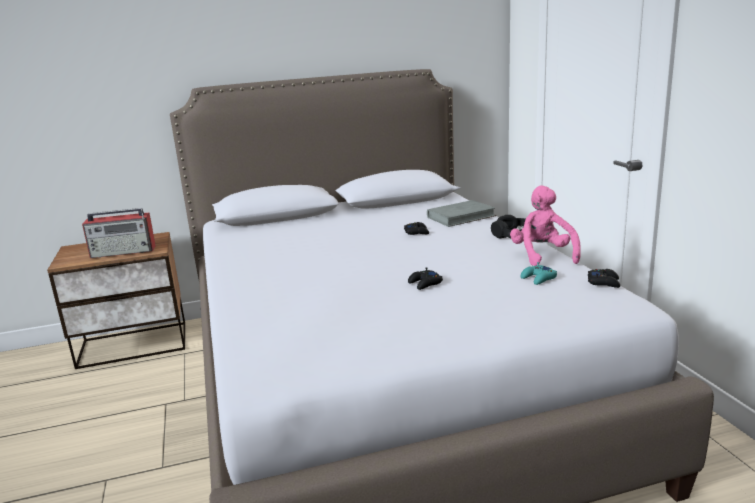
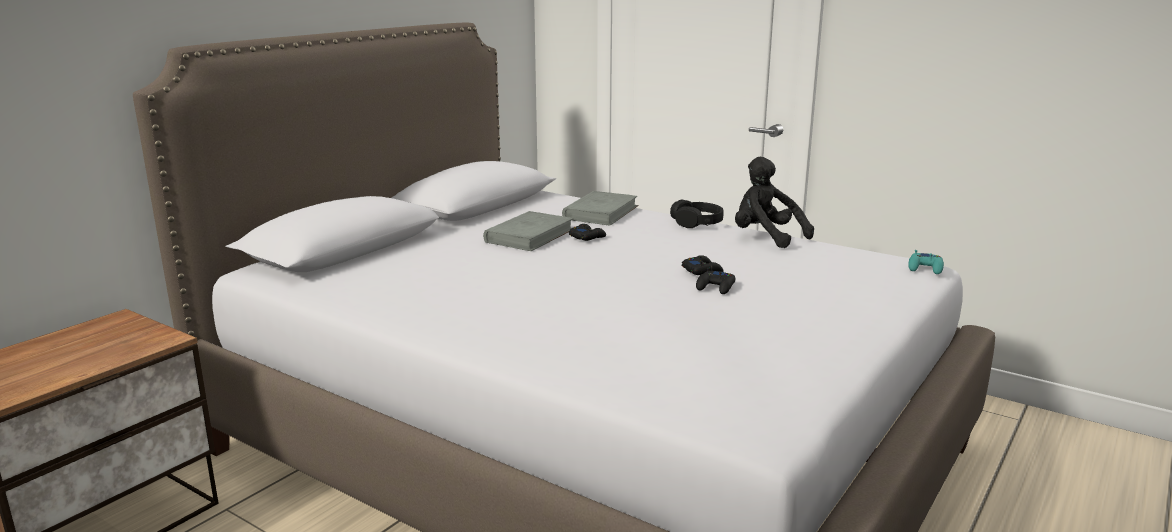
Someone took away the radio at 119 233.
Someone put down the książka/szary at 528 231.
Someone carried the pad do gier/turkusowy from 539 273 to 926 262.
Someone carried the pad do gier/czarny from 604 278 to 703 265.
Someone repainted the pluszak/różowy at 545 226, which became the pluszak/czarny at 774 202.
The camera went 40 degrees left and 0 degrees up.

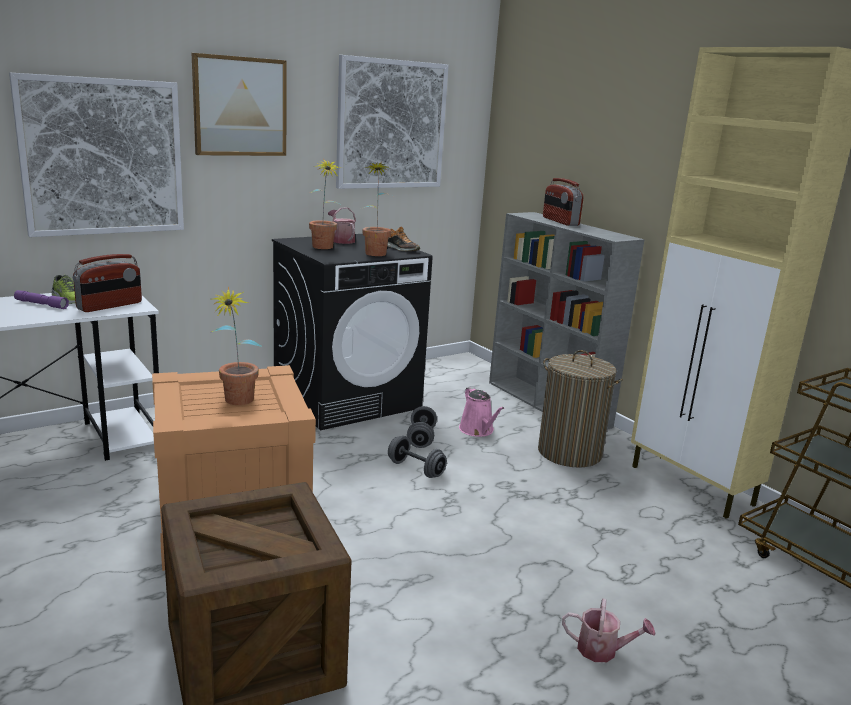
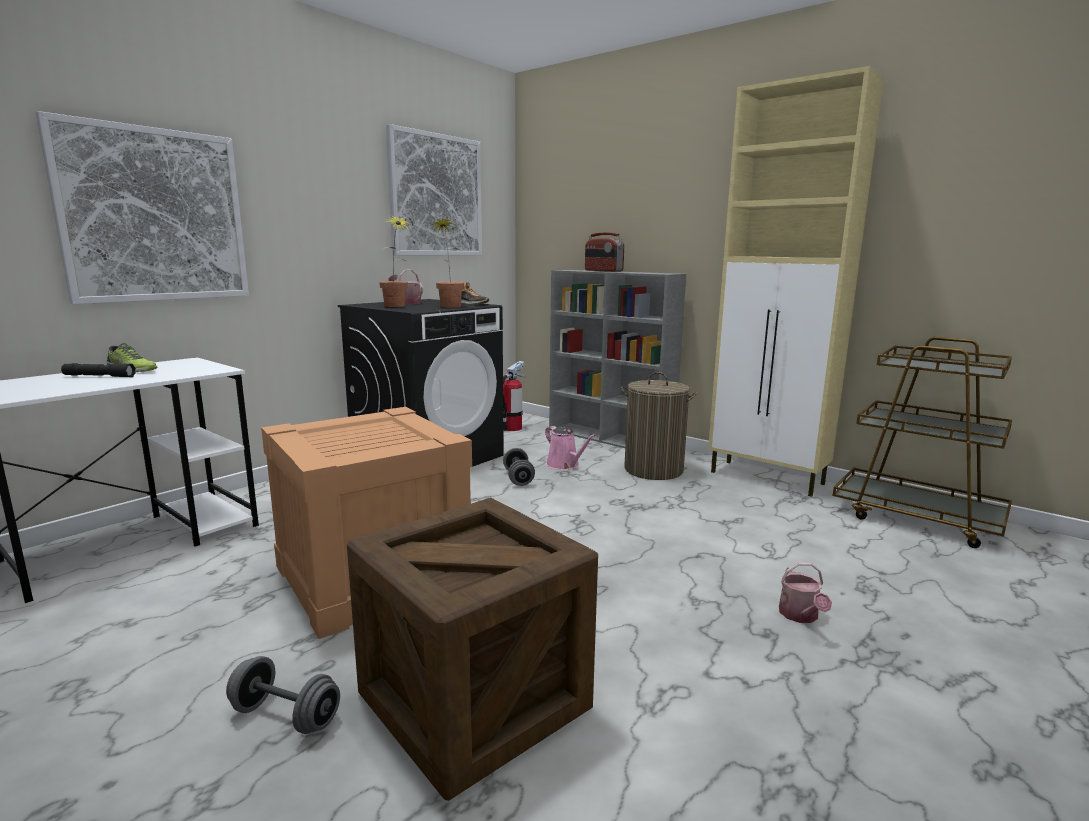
Someone took away the radio at 107 283.
Someone took away the obraz at 239 104.
Someone took away the roślina doniczkowa at 236 346.
Someone put down the gaśnica at 514 396.
Someone carried the hantel/szary from 417 457 to 283 695.
Someone repainted the latarka/fioletowy at 41 299, which became the latarka/czarny at 98 370.
Someone rotated the konewka at 609 630 by 90 degrees clockwise.
The camera went 15 degrees left and 5 degrees down.

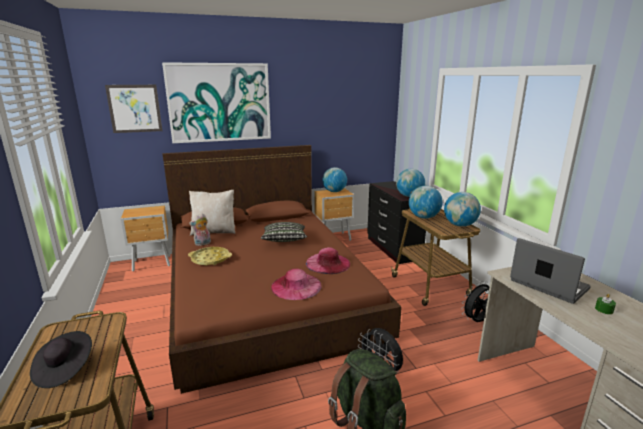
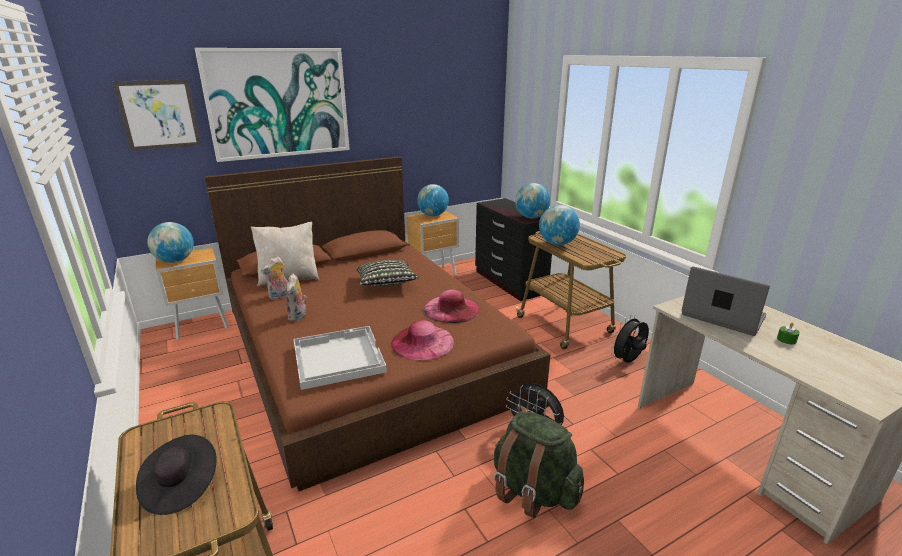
Someone put down the taca/biały at 340 358.
Someone carried the globus from 462 209 to 170 242.
Someone swapped the taca/żółty at 210 256 for the pluszak at 296 297.
The camera went 10 degrees left and 5 degrees up.

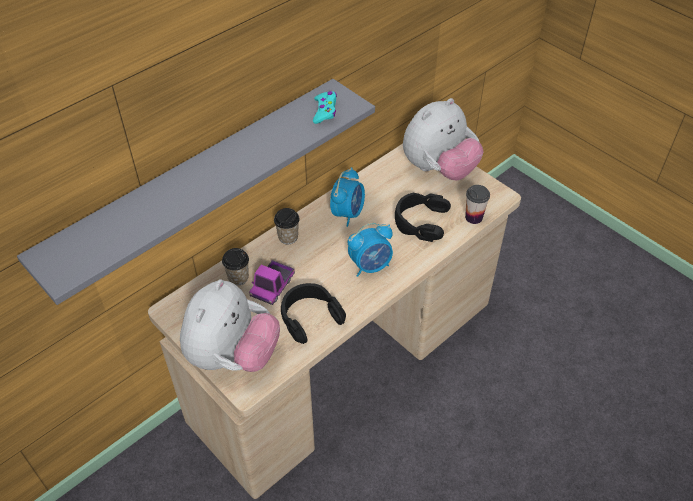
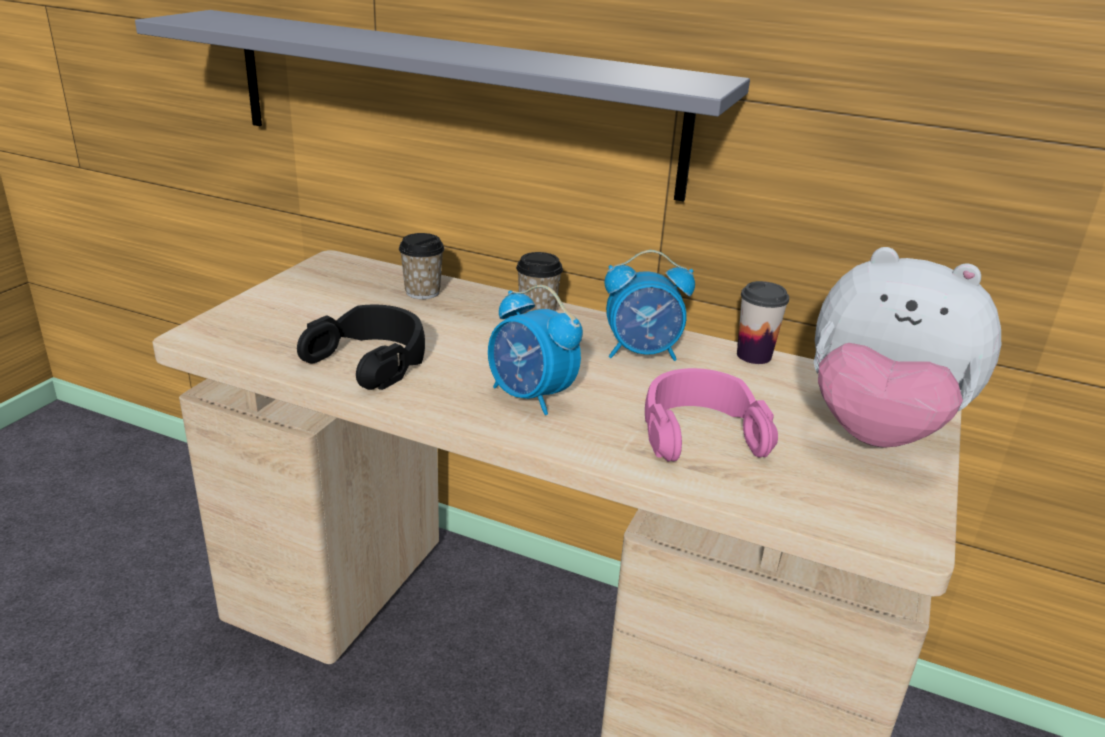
Someone took away the pluszak at 230 325.
Someone took away the ciężarówka zabawkowa at 272 282.
Someone took away the pad do gier/turkusowy at 325 107.
Someone carried the filiżanka from 477 204 to 763 322.
Someone repainted the słuchawki/czarny at 423 217, which became the słuchawki/różowy at 711 415.
The camera went 65 degrees right and 20 degrees down.

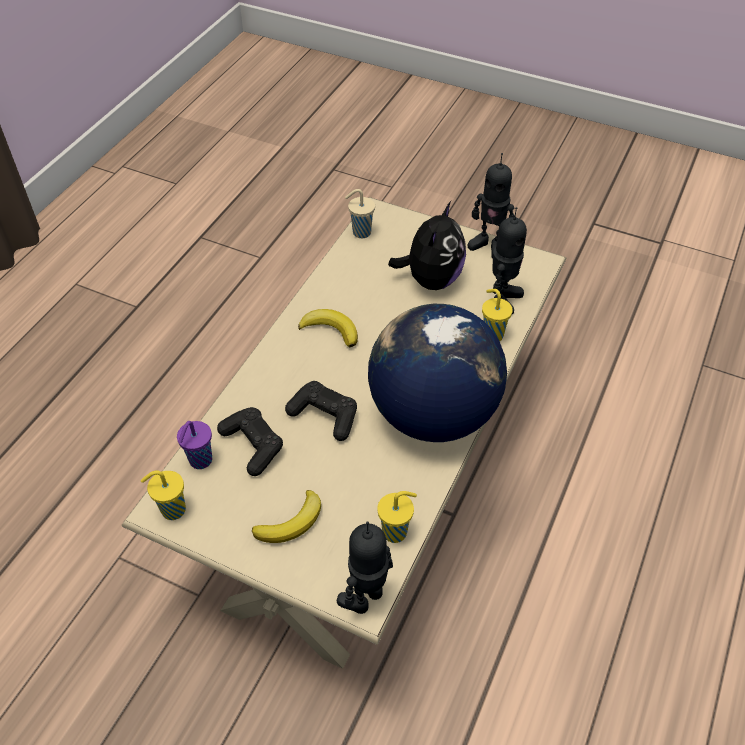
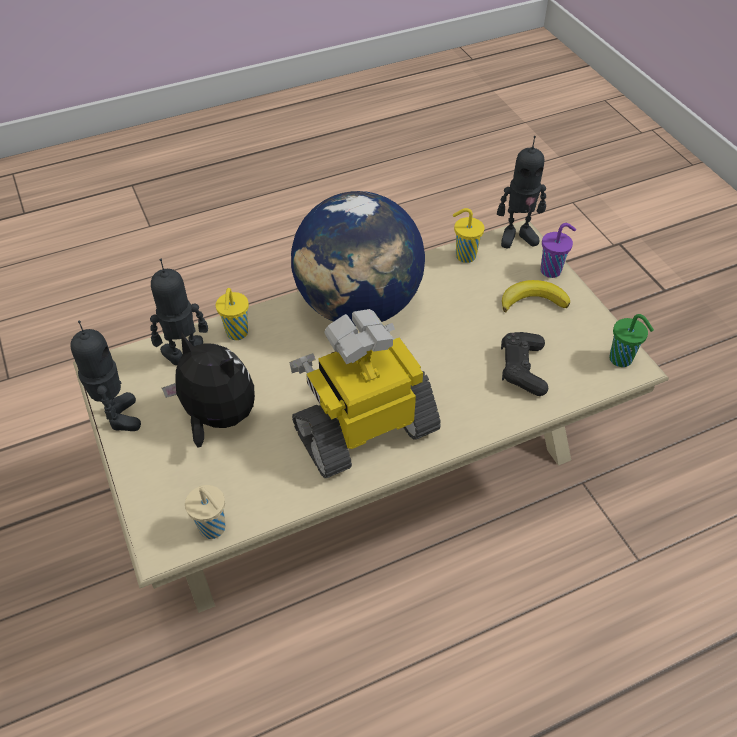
Someone took away the pad do gier/czarny at 321 411.
Someone carried the filiżanka/fioletowy from 194 445 to 558 250.
Someone swapped the banan at 328 328 for the robot zabawkowy at 365 393.
Someone repainted the filiżanka/żółty at 163 495, which became the filiżanka/zielony at 631 340.
Someone rotated the pluszak at 427 245 by 60 degrees clockwise.
The camera went 140 degrees left and 0 degrees up.

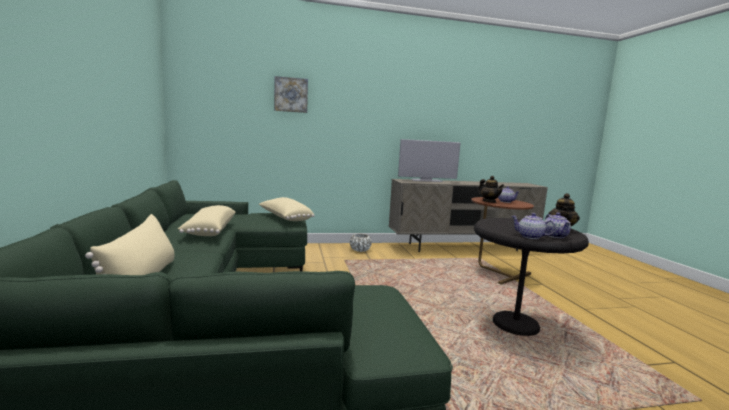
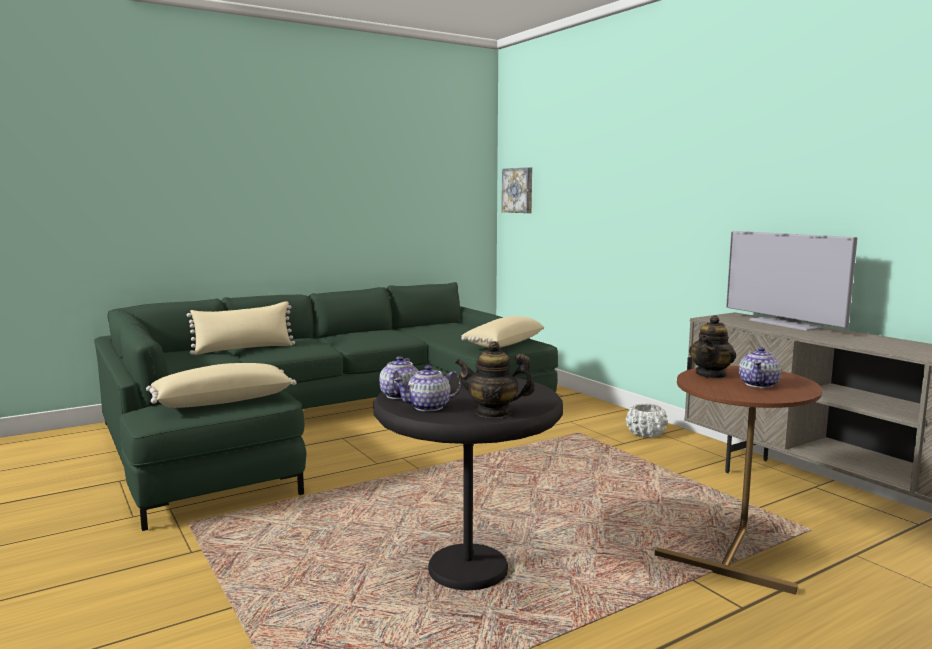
Someone carried the poduszka/beżowy from 206 220 to 221 385.
Someone carried the obraz from 291 94 to 517 190.
The camera went 70 degrees right and 0 degrees up.

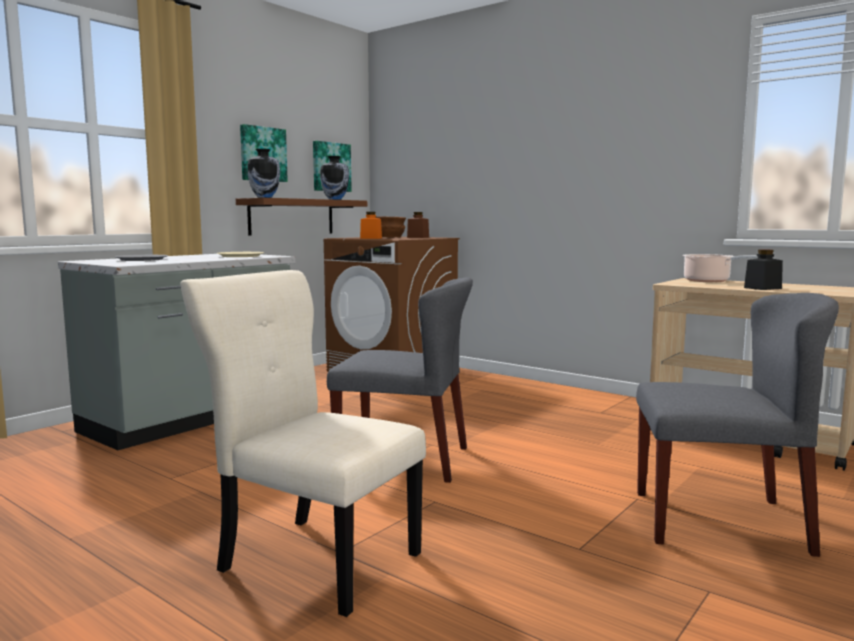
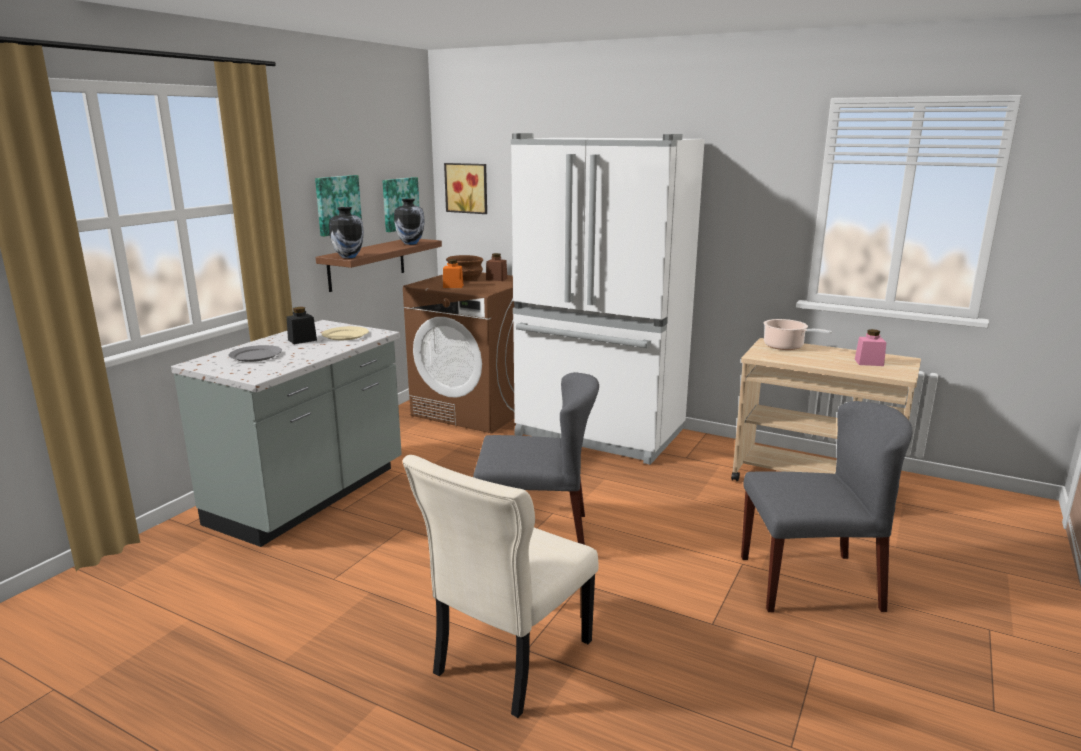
Someone put up the obraz at 465 188.
Someone put down the lodówka/biały at 608 299.
Someone put down the słoik/różowy at 870 347.
Someone carried the słoik/czarny from 763 269 to 302 325.
Someone rotated the krzesło/beżowy at 303 443 by 75 degrees counterclockwise.
The camera went 10 degrees left and 10 degrees up.

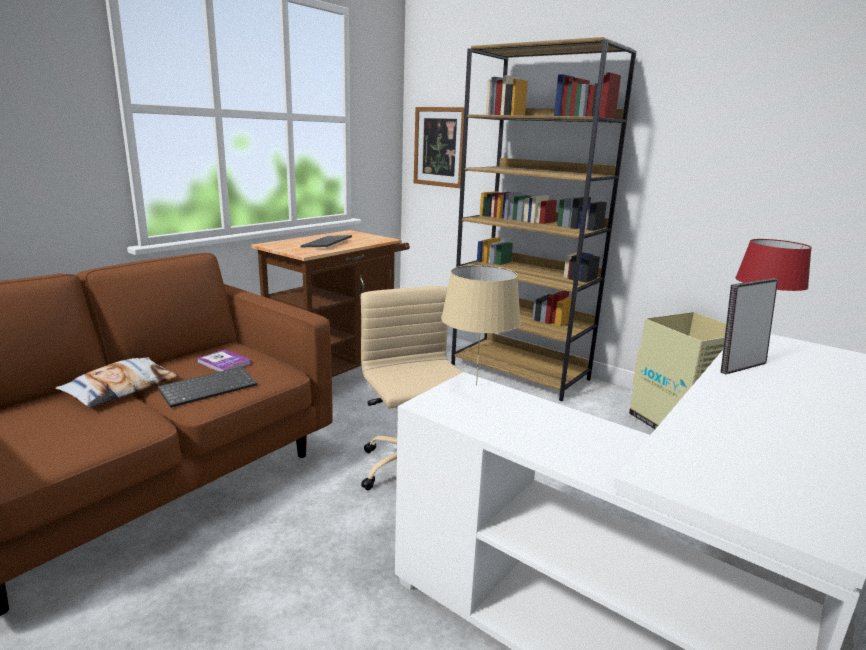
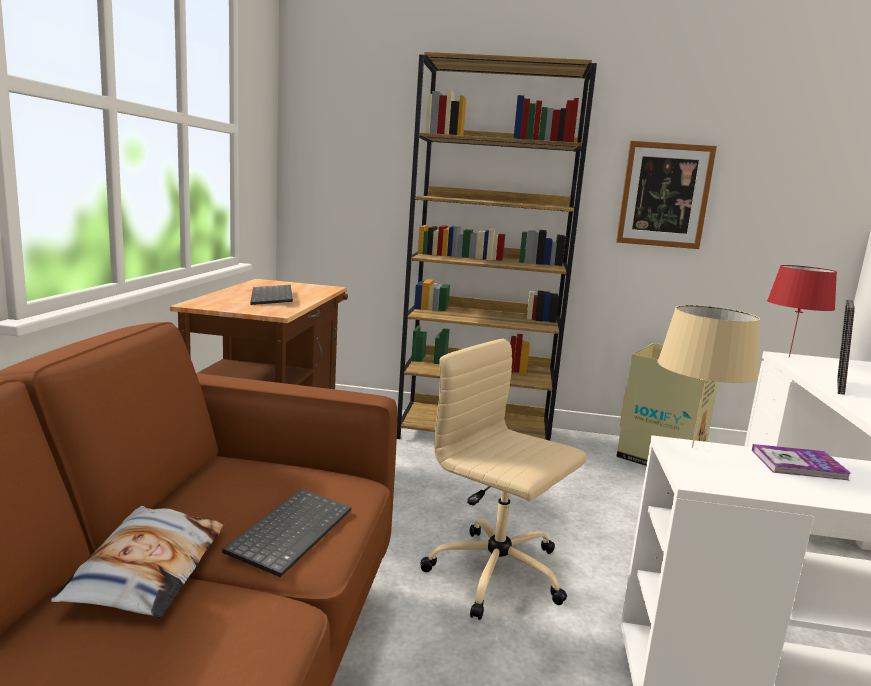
Someone carried the książka from 224 360 to 801 462.
Someone carried the obraz from 439 147 to 666 195.
The camera went 30 degrees left and 5 degrees down.

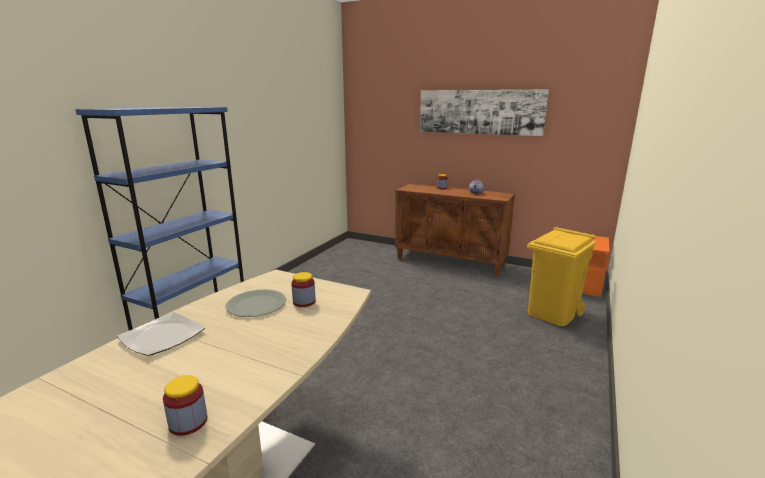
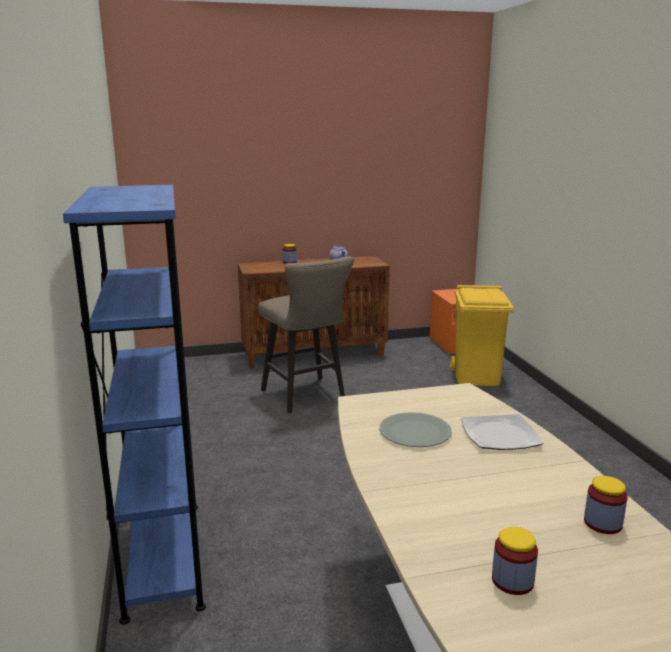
Someone took away the obraz at 484 112.
Someone put down the stołek/beżowy at 306 334.
Someone carried the talerz from 161 334 to 502 432.
Someone carried the słoik from 303 289 to 515 561.
The camera went 40 degrees left and 0 degrees up.

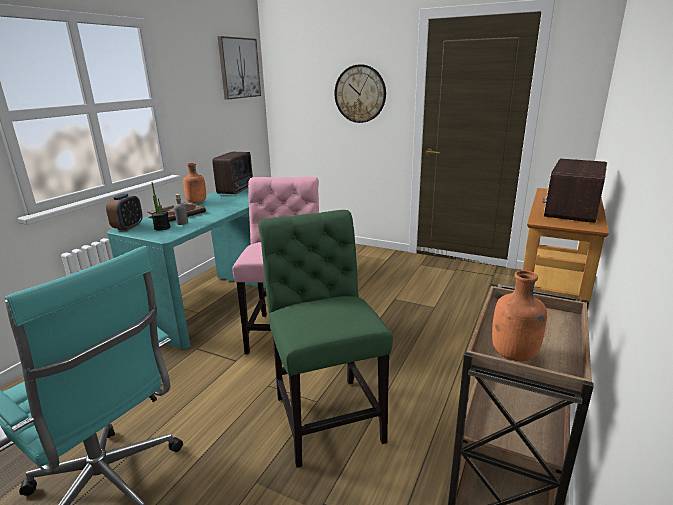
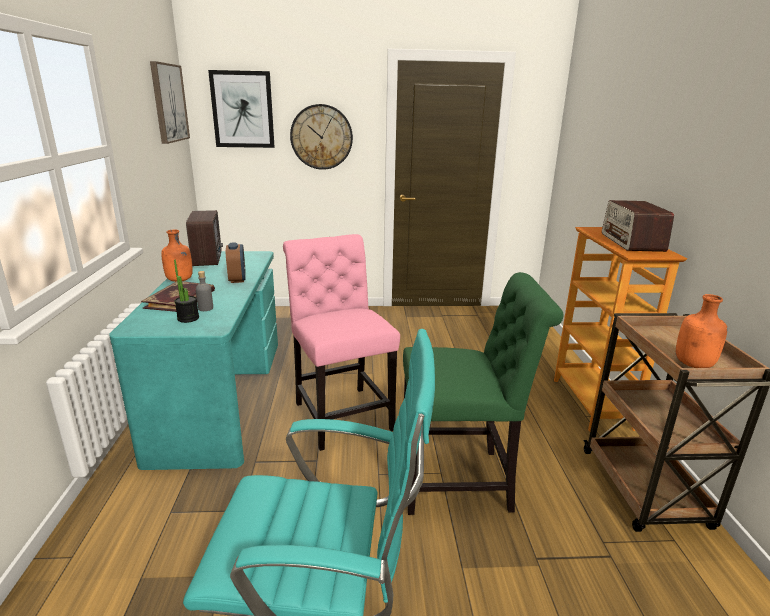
Someone put up the obraz at 241 109.
Someone carried the budzik from 124 212 to 236 262.
Someone rotated the krzesło/zielony at 325 339 by 135 degrees clockwise.
The camera went 30 degrees left and 0 degrees up.

